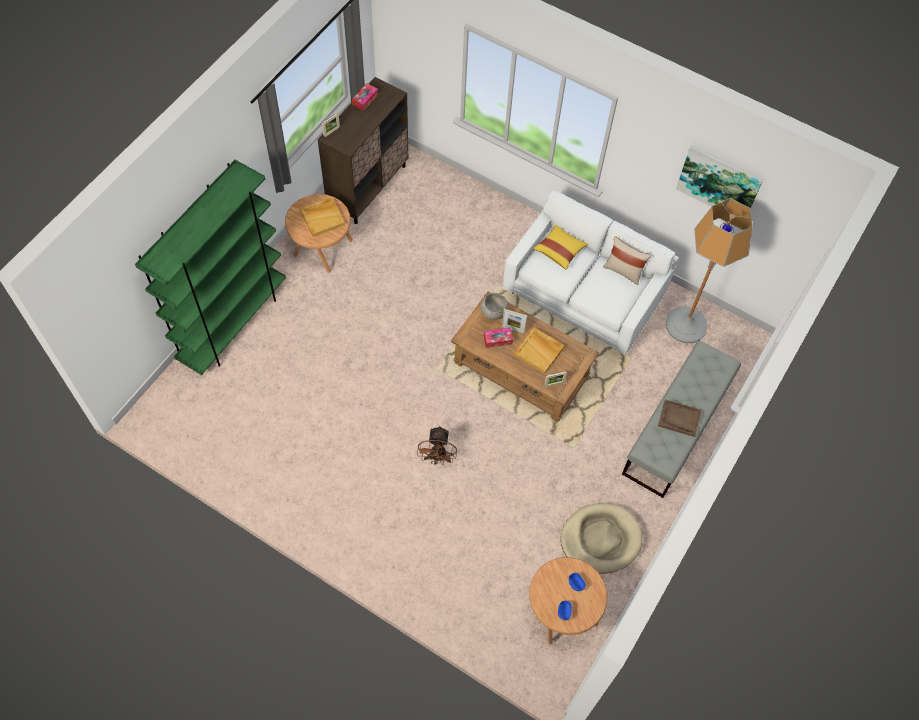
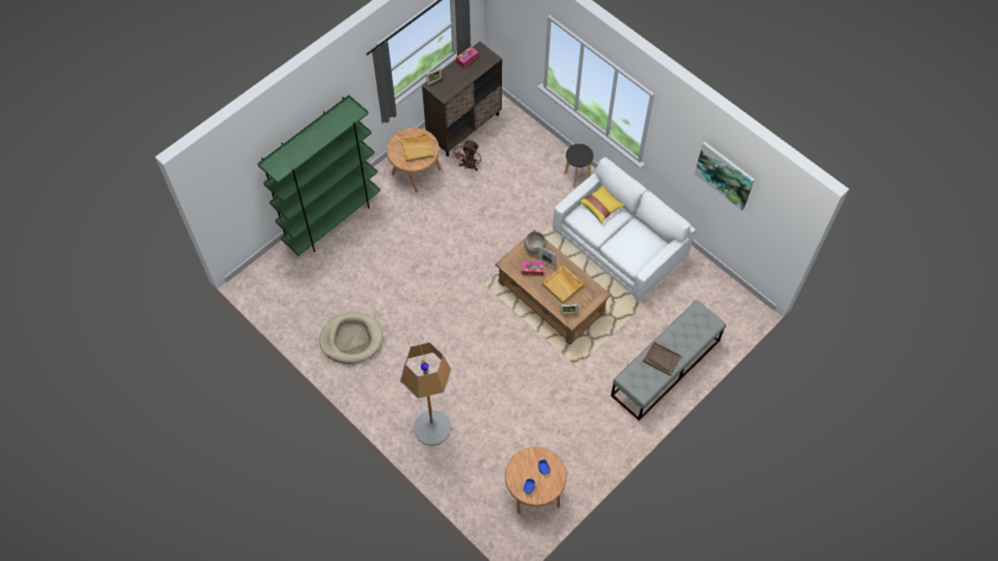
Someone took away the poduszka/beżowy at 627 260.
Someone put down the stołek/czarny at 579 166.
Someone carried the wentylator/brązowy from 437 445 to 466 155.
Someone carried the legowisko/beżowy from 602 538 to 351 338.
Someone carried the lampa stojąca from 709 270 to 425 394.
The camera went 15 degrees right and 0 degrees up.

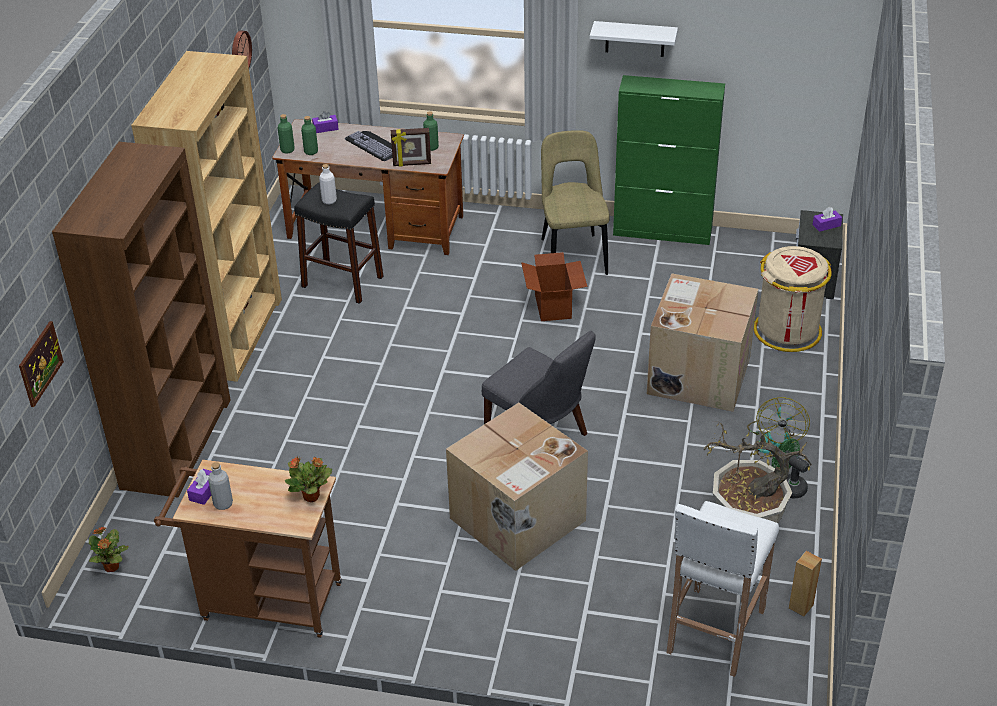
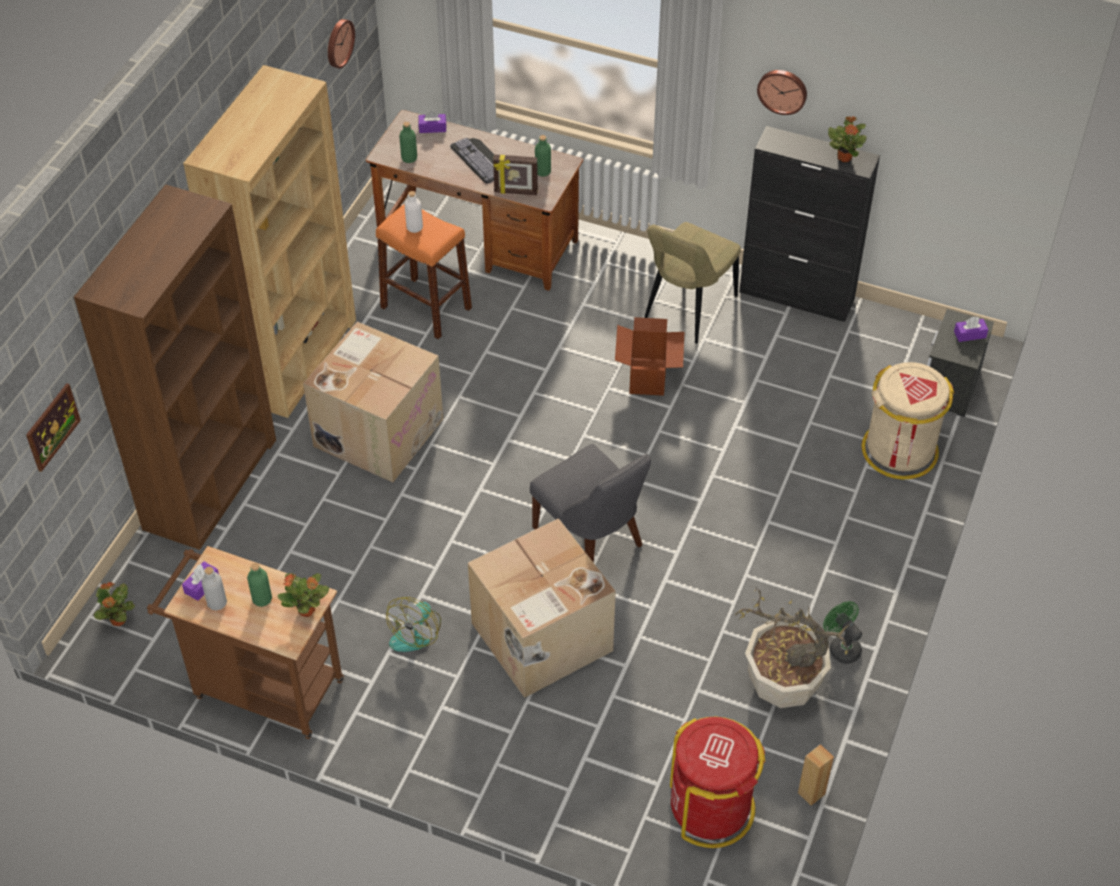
Someone put down the roślina doniczkowa at 847 139.
Someone carried the butelka/zielony from 286 133 to 259 585.
Someone carried the karton from 702 343 to 373 402.
Someone carried the wentylator from 778 425 to 413 624.
Someone swapped the półka/biały at 634 39 for the zegar ścienny at 782 92.
Someone swapped the stołek/biały at 722 589 for the kosz na śmieci/czerwony at 717 782.
Someone repainted the stołek/czarny at 338 243, which became the stołek/pomarańczowy at 424 272.
Someone repainted the szafka/zielony at 669 160, which became the szafka/czarny at 809 224.
Someone rotated the krzesło/beżowy at 575 202 by 150 degrees counterclockwise.
The camera went 10 degrees right and 10 degrees up.

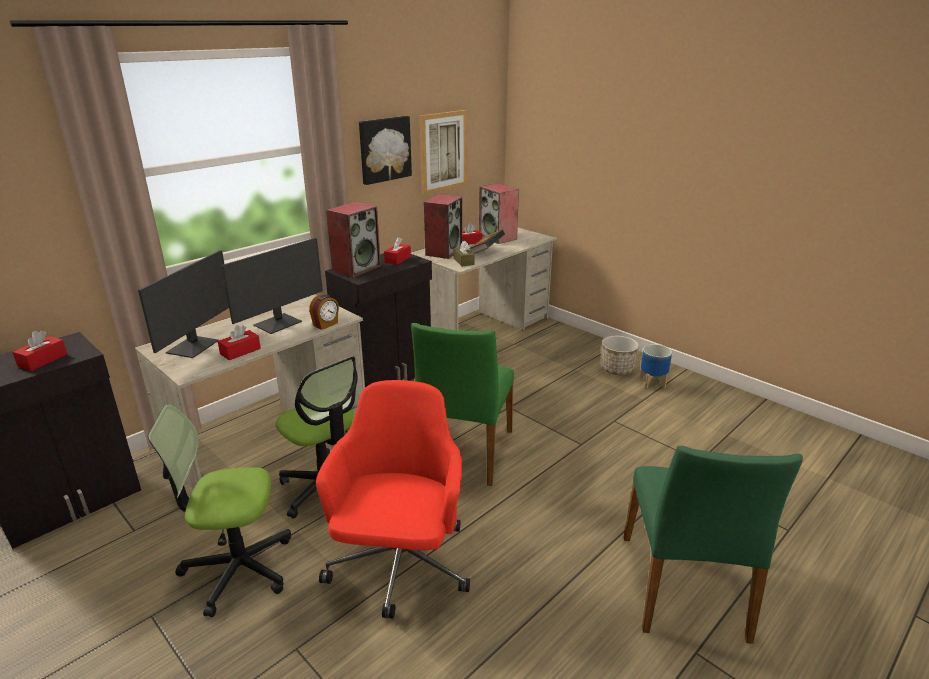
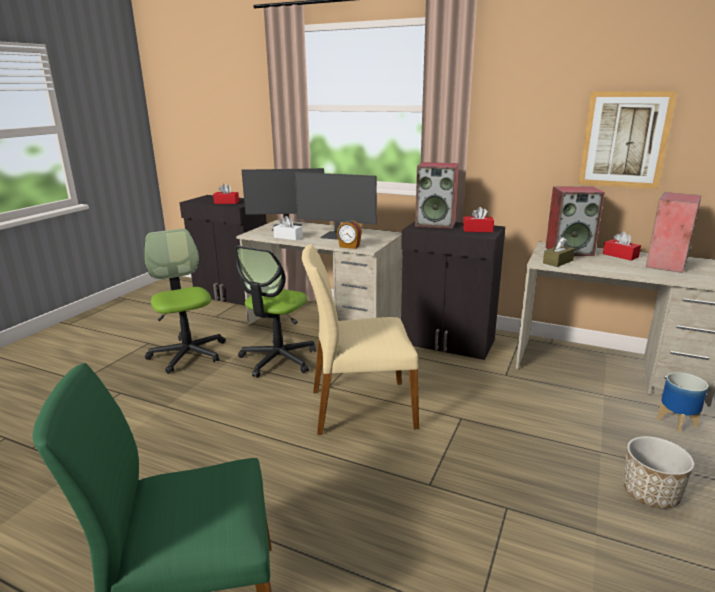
Someone took away the krzesło biurowe/czerwony at 393 499.
Someone took away the obraz at 385 150.
Someone took away the książka at 487 242.
Someone carried the donica from 656 366 to 682 402.
Someone repainted the pudełko chusteczek/czerwony at 239 342, which became the pudełko chusteczek/biały at 288 228.
Someone repainted the krzesło/zielony at 462 404, which became the krzesło/beżowy at 360 339.
The camera went 70 degrees right and 5 degrees down.

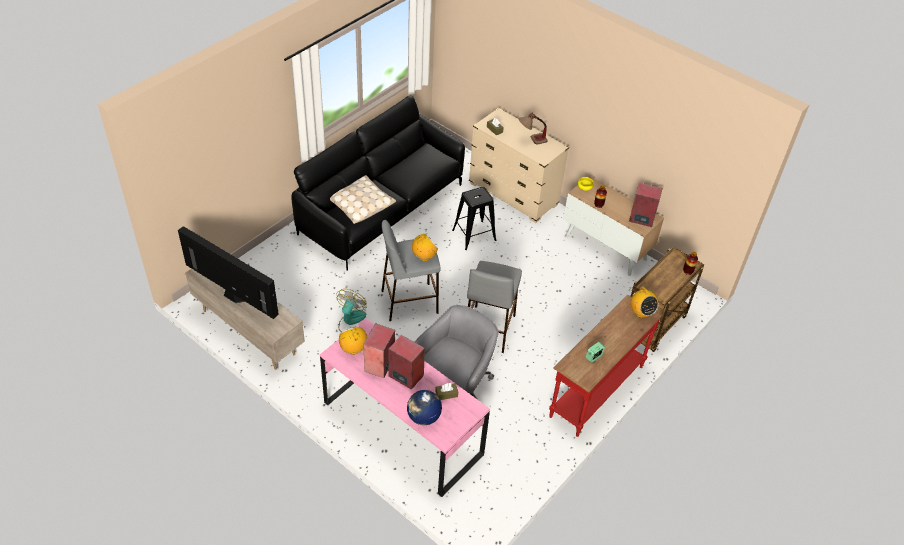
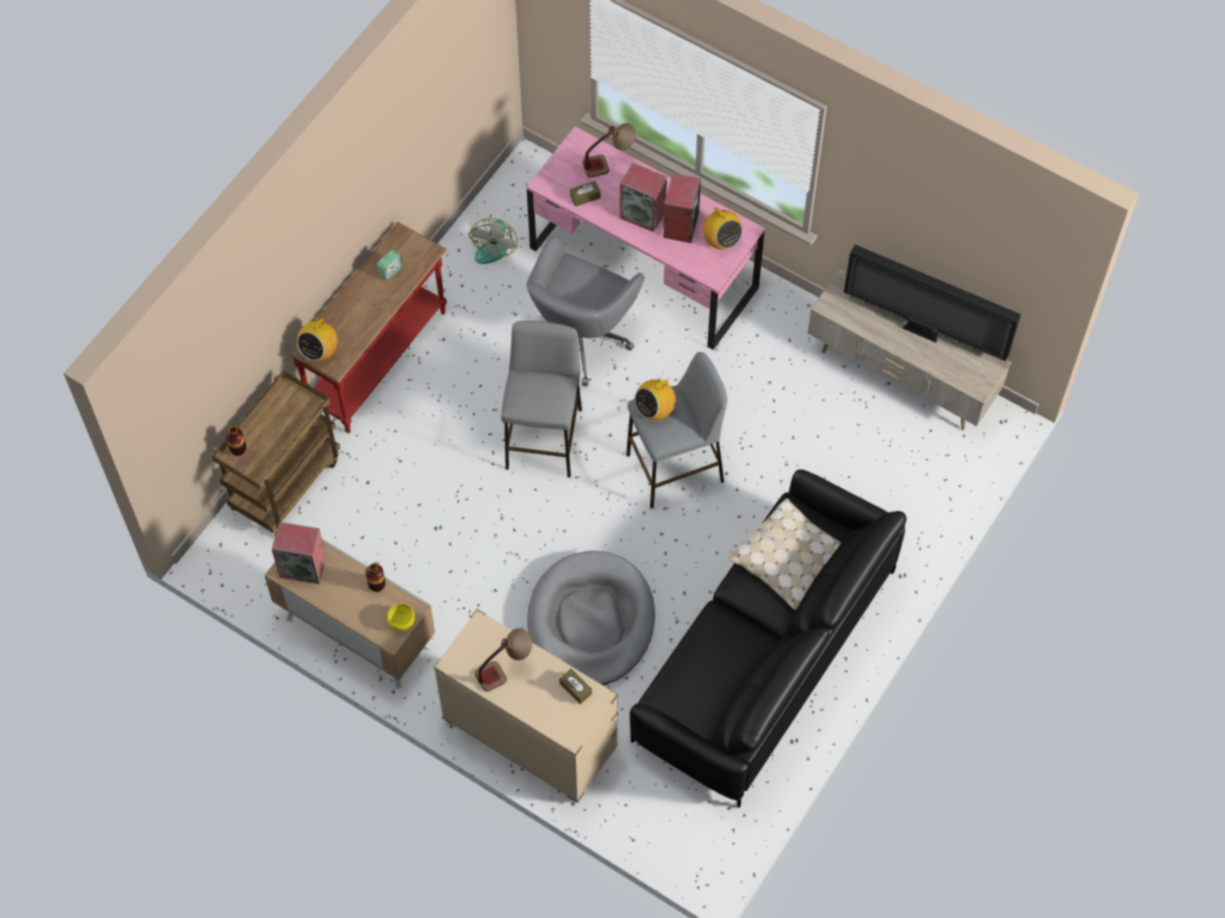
Someone carried the wentylator from 351 310 to 493 241.
Someone swapped the globus at 424 407 for the lampa stołowa at 609 150.
Someone swapped the stołek/czarny at 474 218 for the legowisko/szary at 591 618.
Someone rotated the radio at 644 302 by 120 degrees counterclockwise.
The camera went 175 degrees right and 15 degrees up.

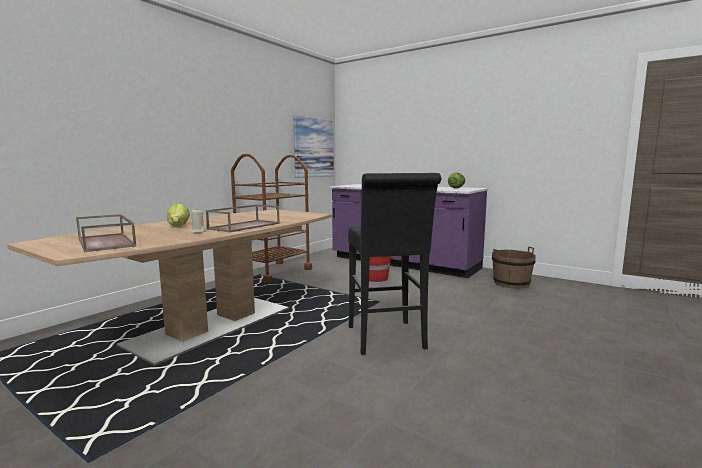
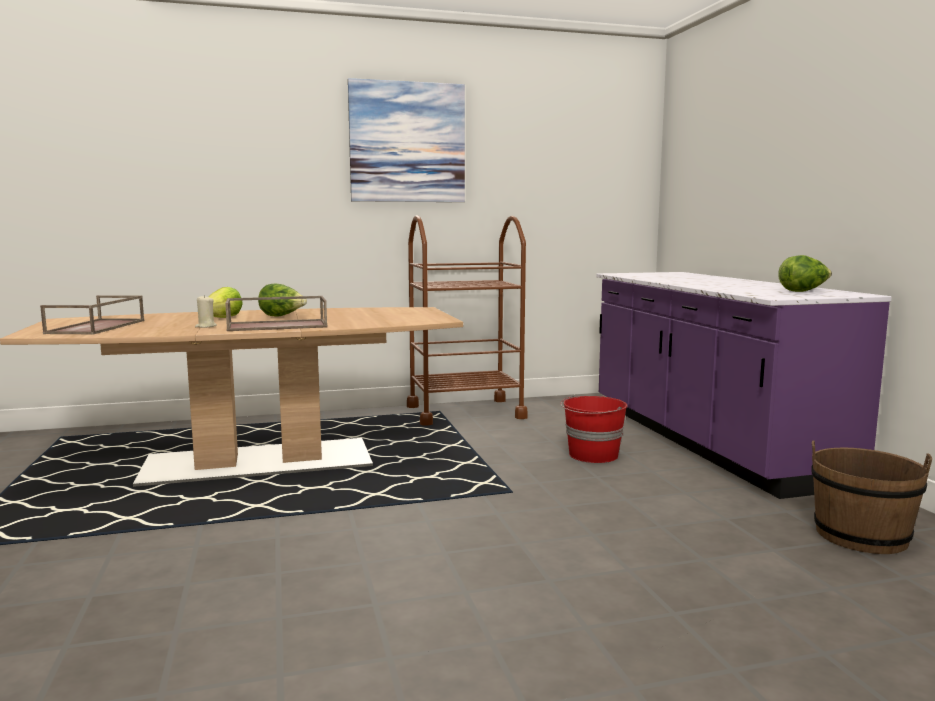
Someone took away the stołek/czarny at 394 264.
Someone put down the sałata at 282 300.
Someone carried the obraz from 313 146 to 406 140.
The camera went 40 degrees right and 0 degrees up.

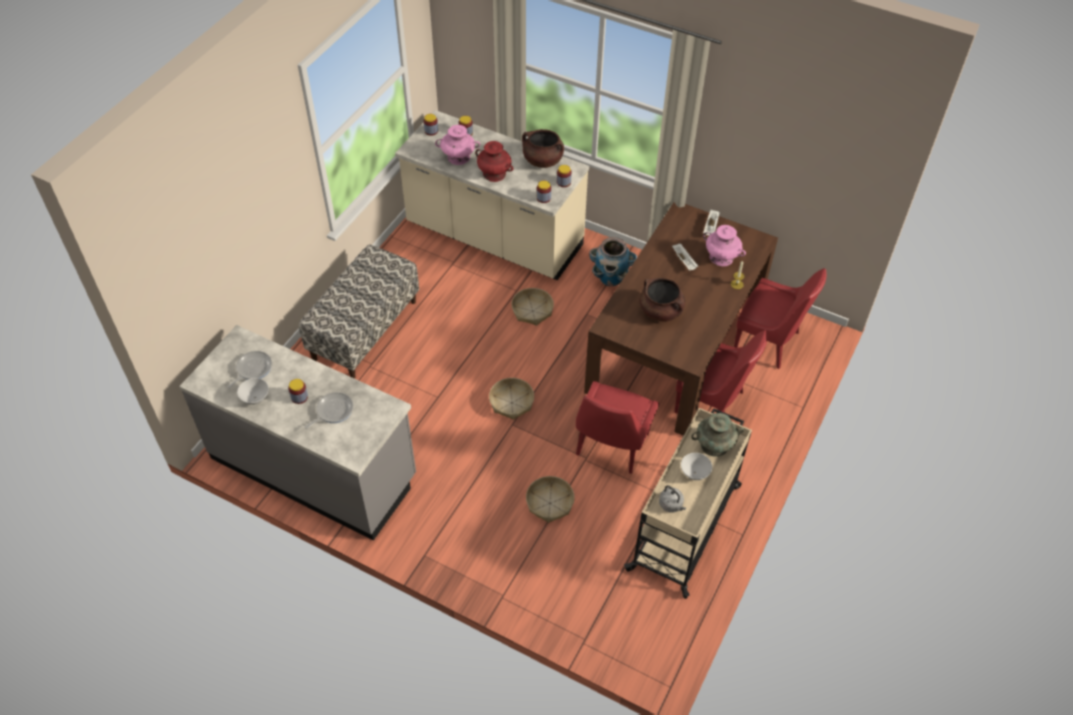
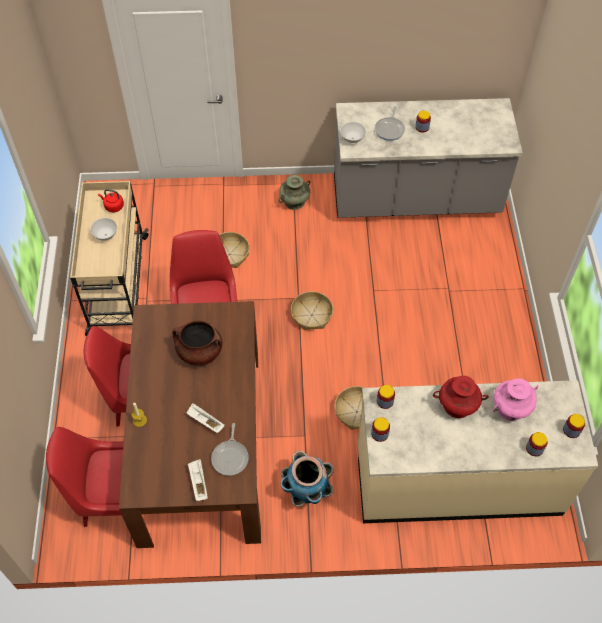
Someone took away the ławka at 359 311.
Someone took away the garnek/brązowy at 543 148.
Someone took away the wazon/różowy at 724 245.
Someone carried the patelnia from 250 369 to 230 449.
Someone carried the miska/biały from 253 391 to 353 132.
Someone carried the wazon/turkusowy from 717 435 to 294 192.
Someone repainted the czajnik/szary at 672 498, which became the czajnik/czerwony at 111 200.
The camera went 150 degrees right and 5 degrees up.

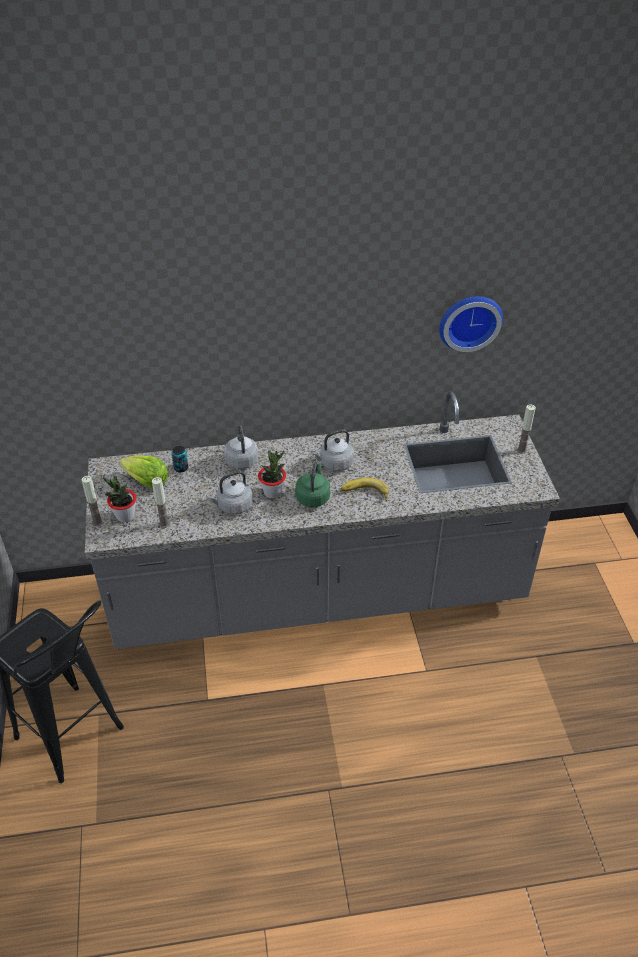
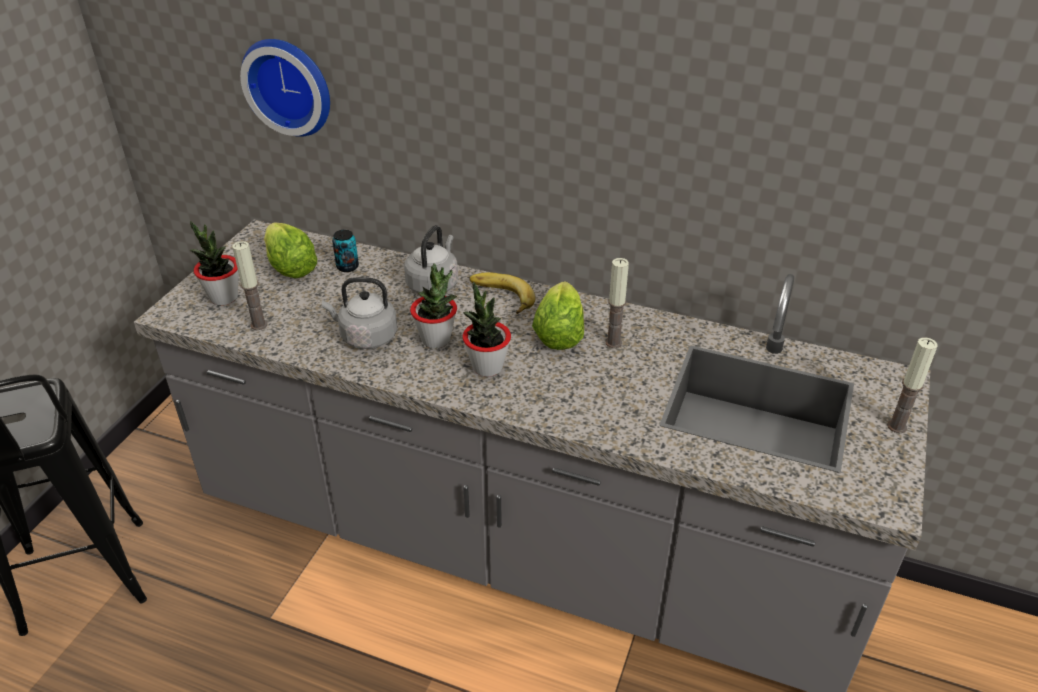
Someone carried the świeca from 92 501 to 617 303.
Someone carried the banan from 365 489 to 502 293.
Someone carried the zegar ścienny from 471 324 to 285 88.
Someone swapped the czajnik/zielony at 312 484 for the roślina doniczkowa at 486 329.
Someone swapped the czajnik/szary at 332 450 for the sałata at 558 315.
The camera went 30 degrees right and 5 degrees down.

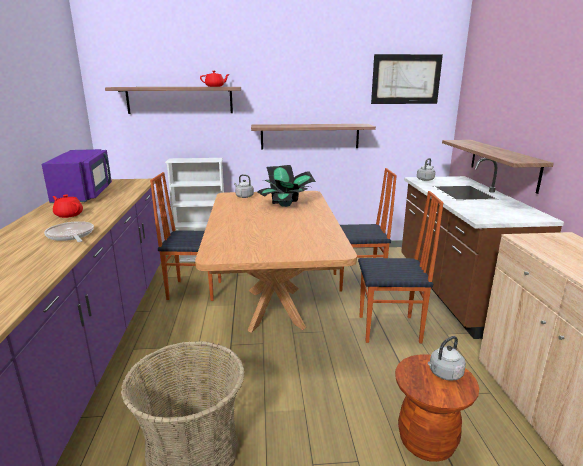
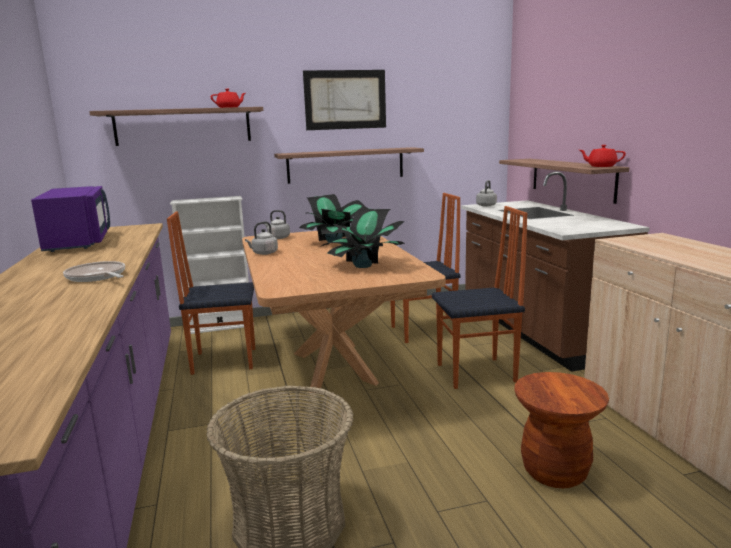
Someone put down the roślina doniczkowa at 362 238.
Someone carried the imbryk/czerwony from 67 206 to 602 156.
Someone carried the obraz from 407 79 to 344 100.
Someone carried the czajnik/szary from 447 358 to 261 238.
The camera went 10 degrees left and 5 degrees down.

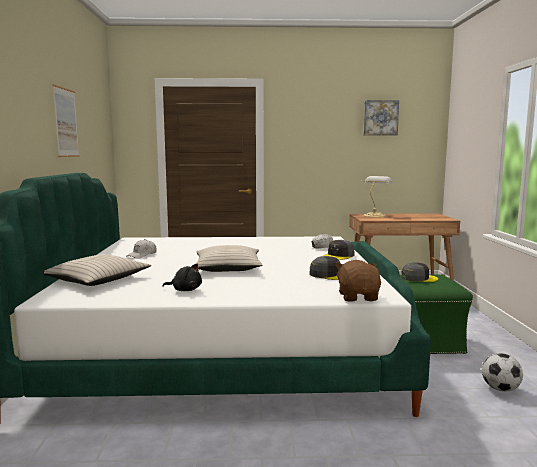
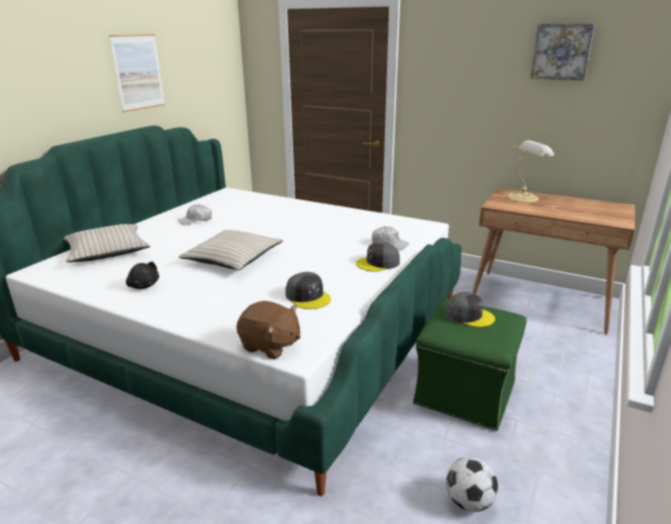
Someone rotated the pluszak/brązowy at 358 280 by 90 degrees clockwise.
The camera went 30 degrees right and 15 degrees up.

